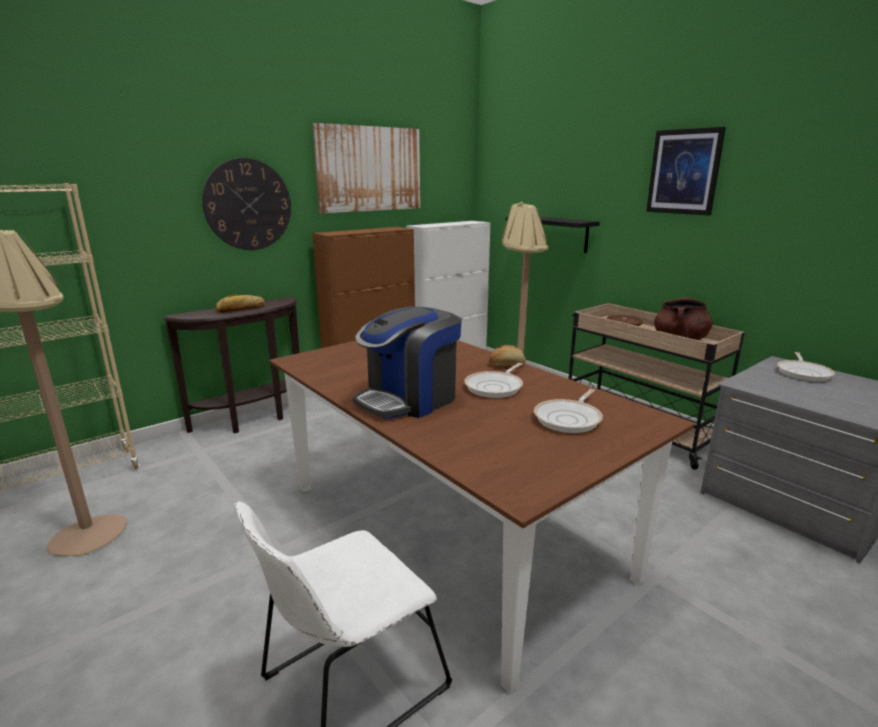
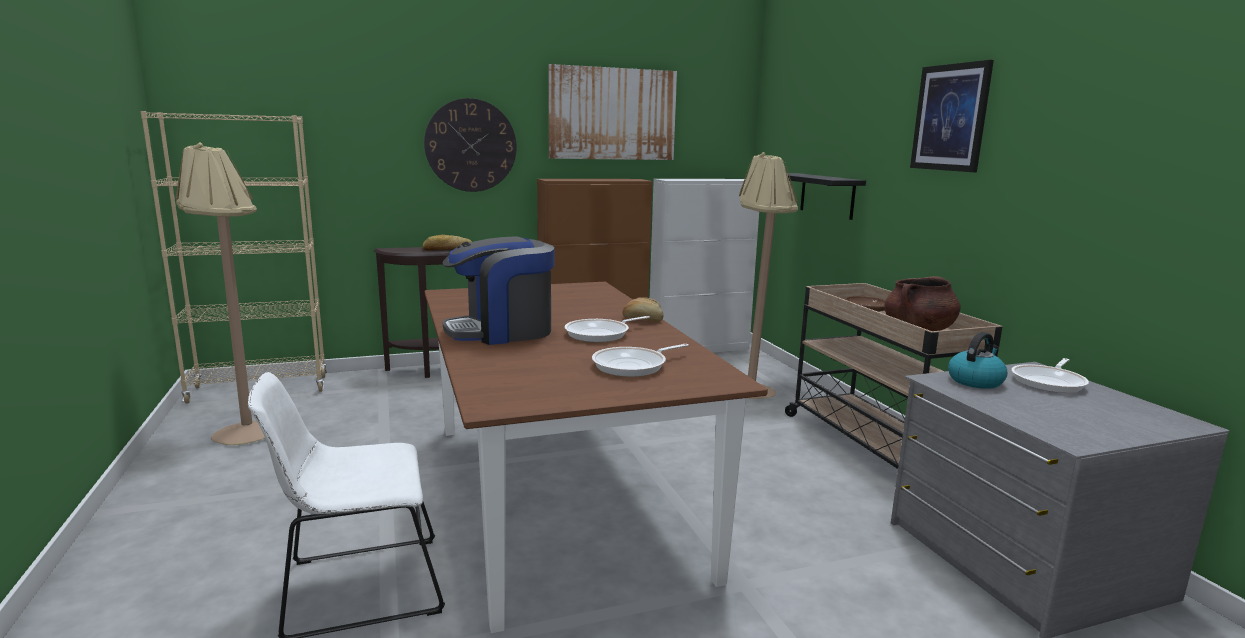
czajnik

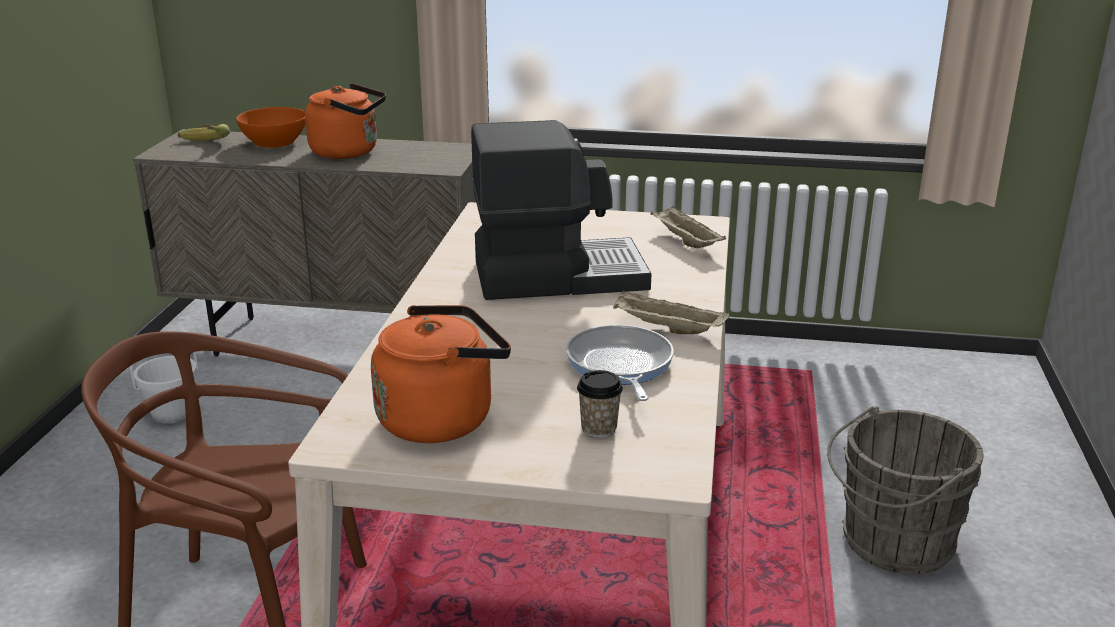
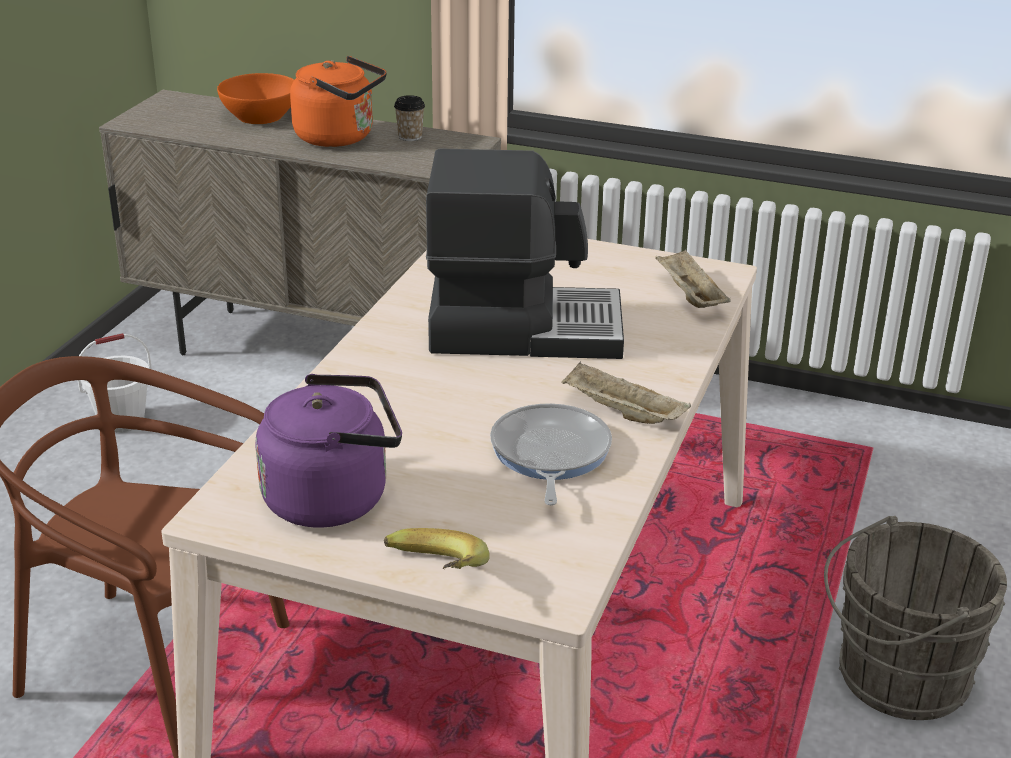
czajnik/fioletowy; banan; filiżanka

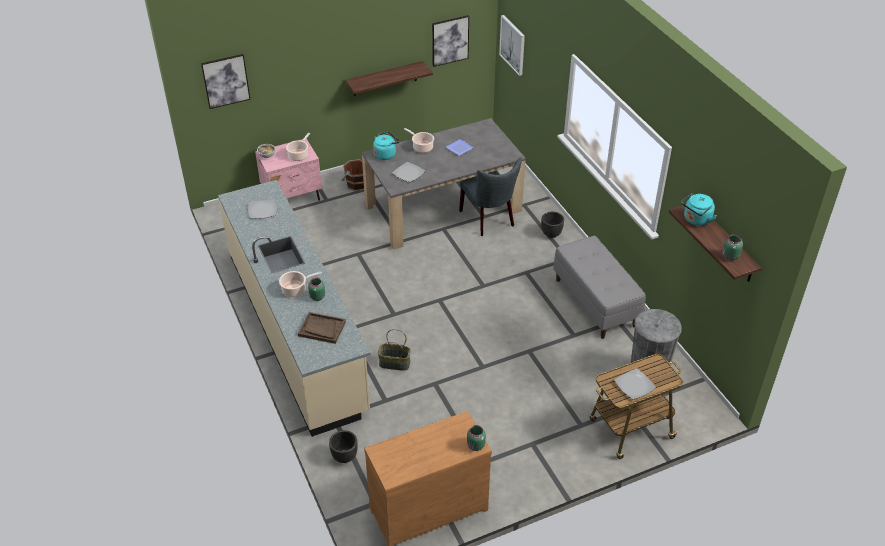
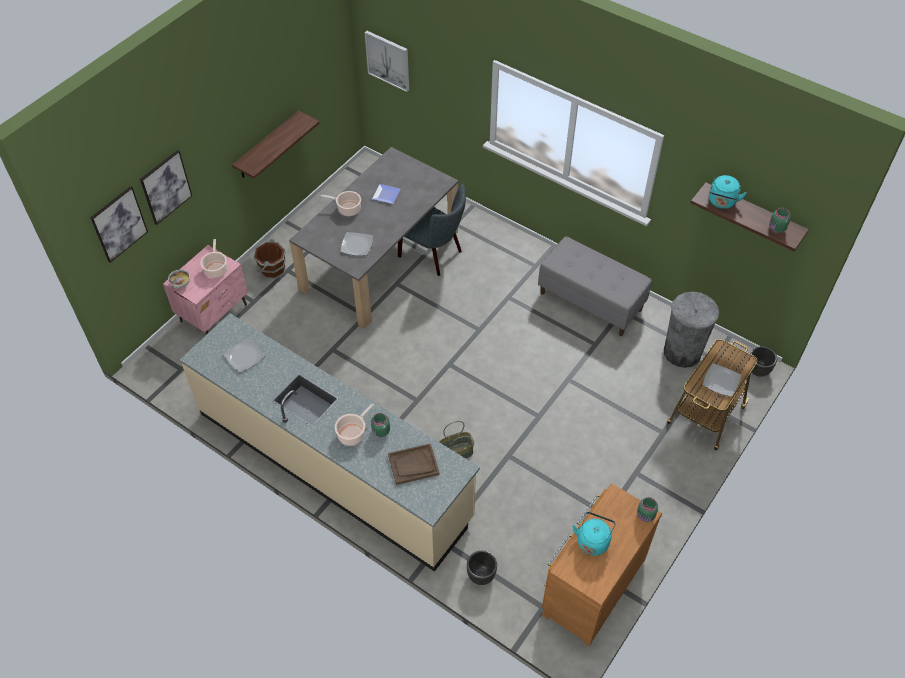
obraz (no. 2 from left); czajnik/turkusowy (no. 1 from left); donica/czarny (no. 2 from left)

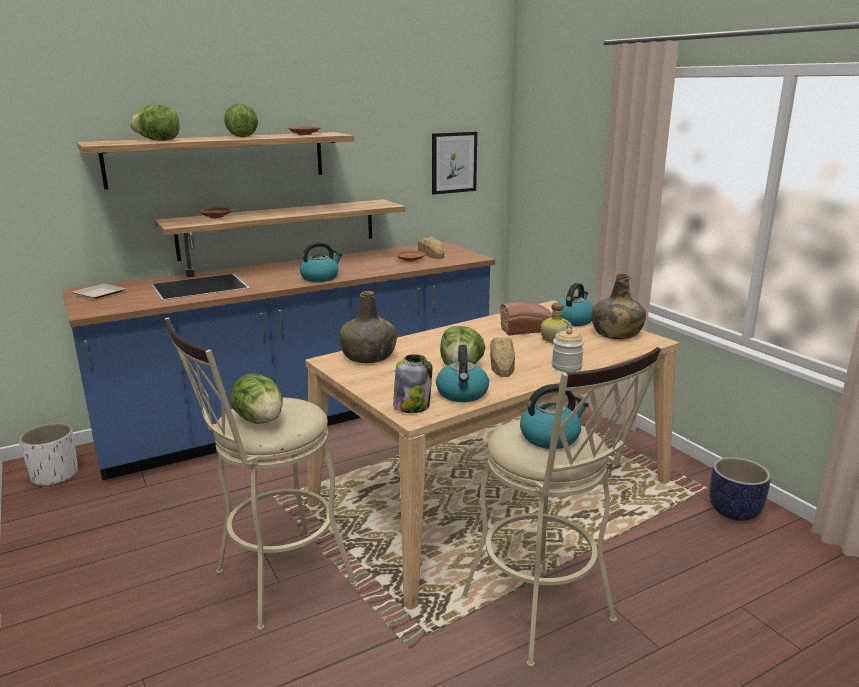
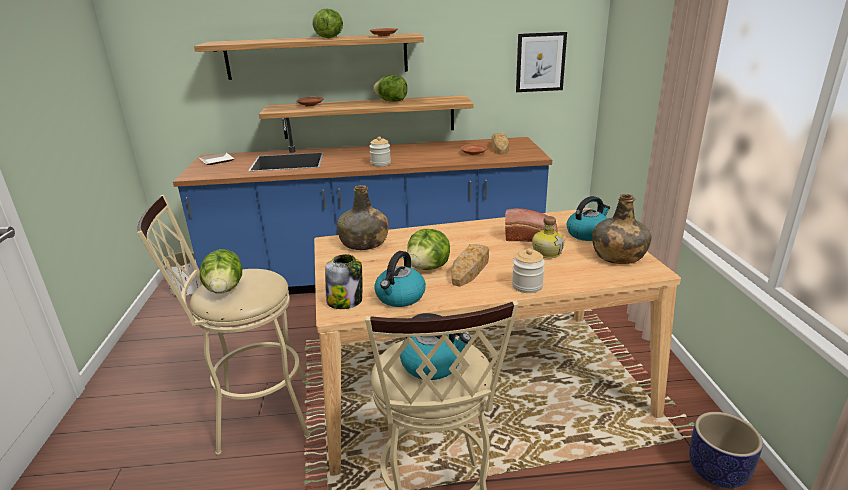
słoik (no. 2 from left); sałata (no. 3 from left)

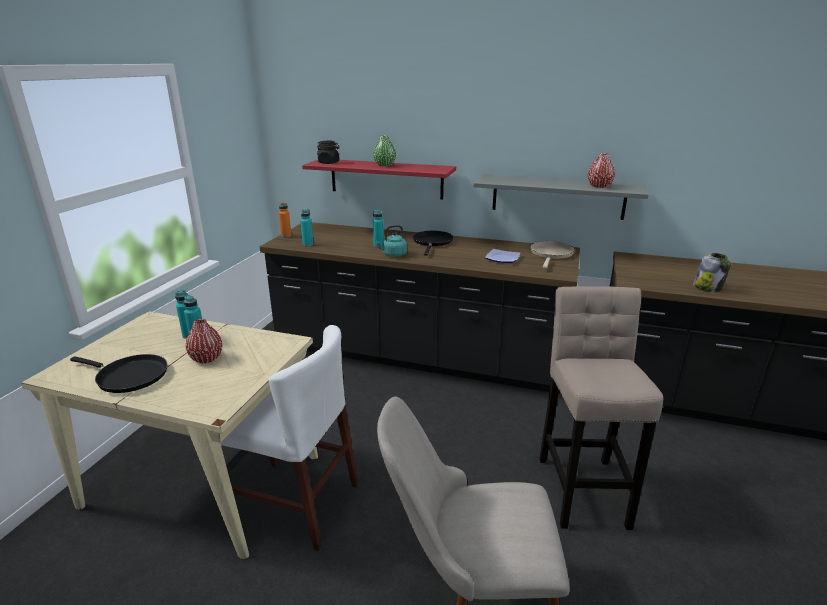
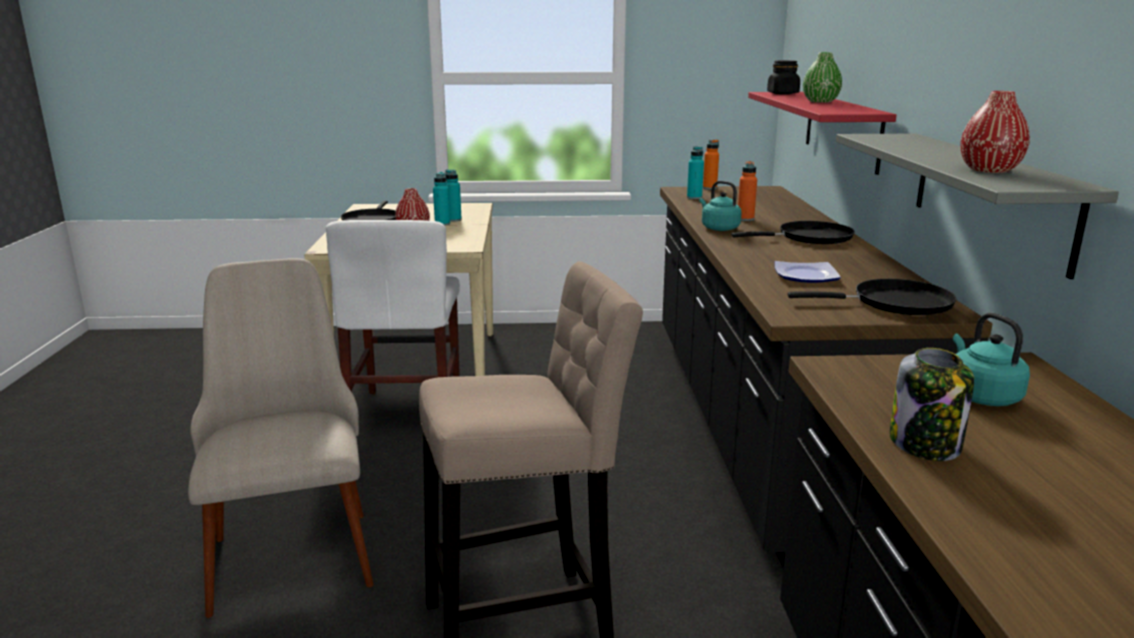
butelka/pomarańczowy (no. 2 from left); patelnia/czarny (no. 3 from left); czajnik/turkusowy (no. 2 from left)

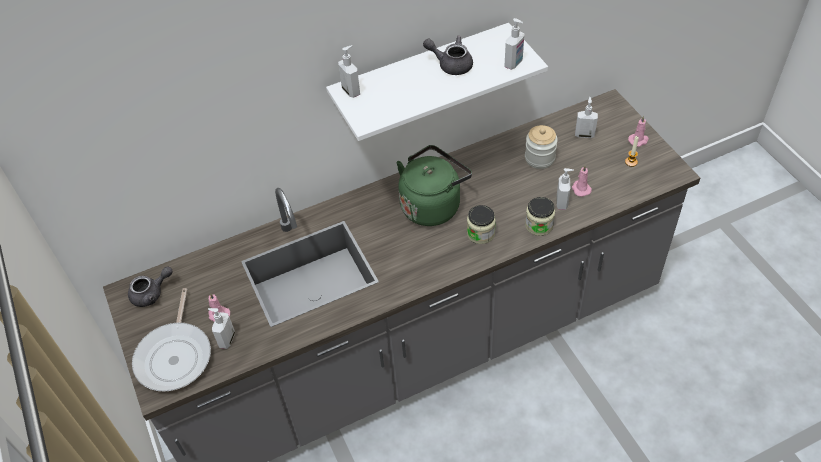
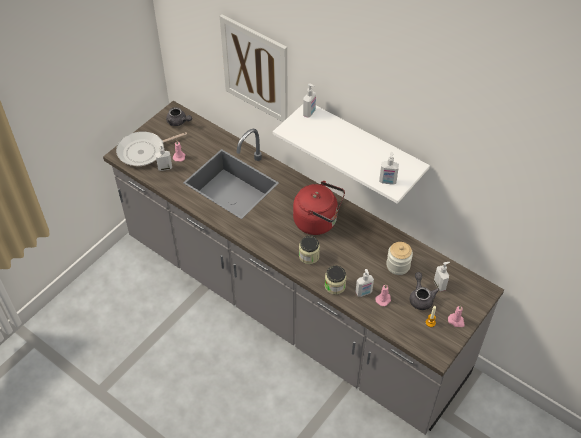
obraz; czajnik/czerwony; imbryk/szary (no. 2 from left)

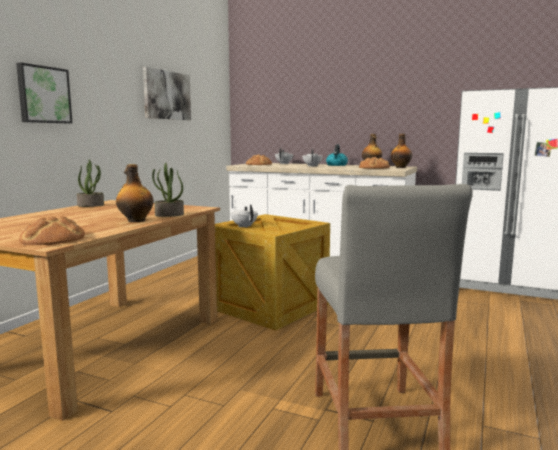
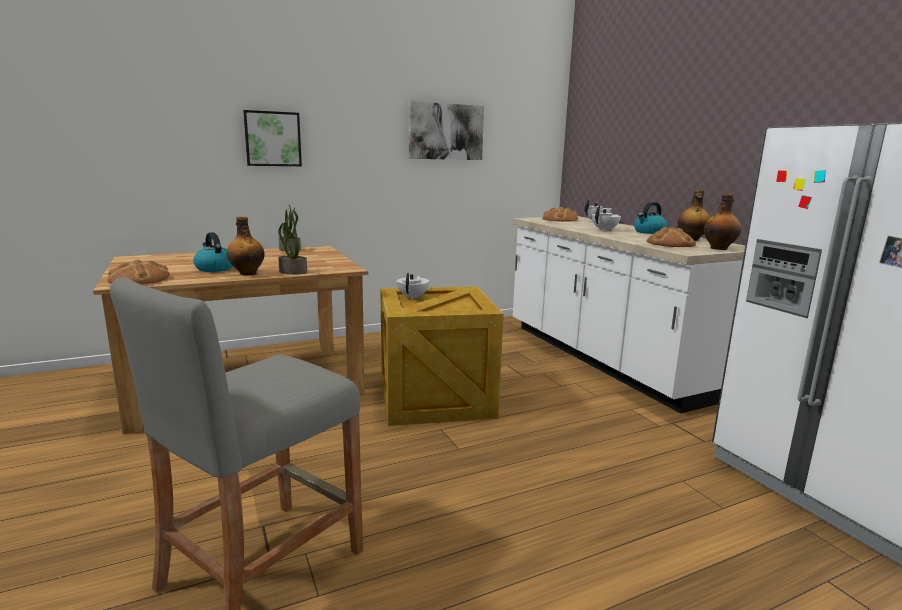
czajnik (no. 1 from left)

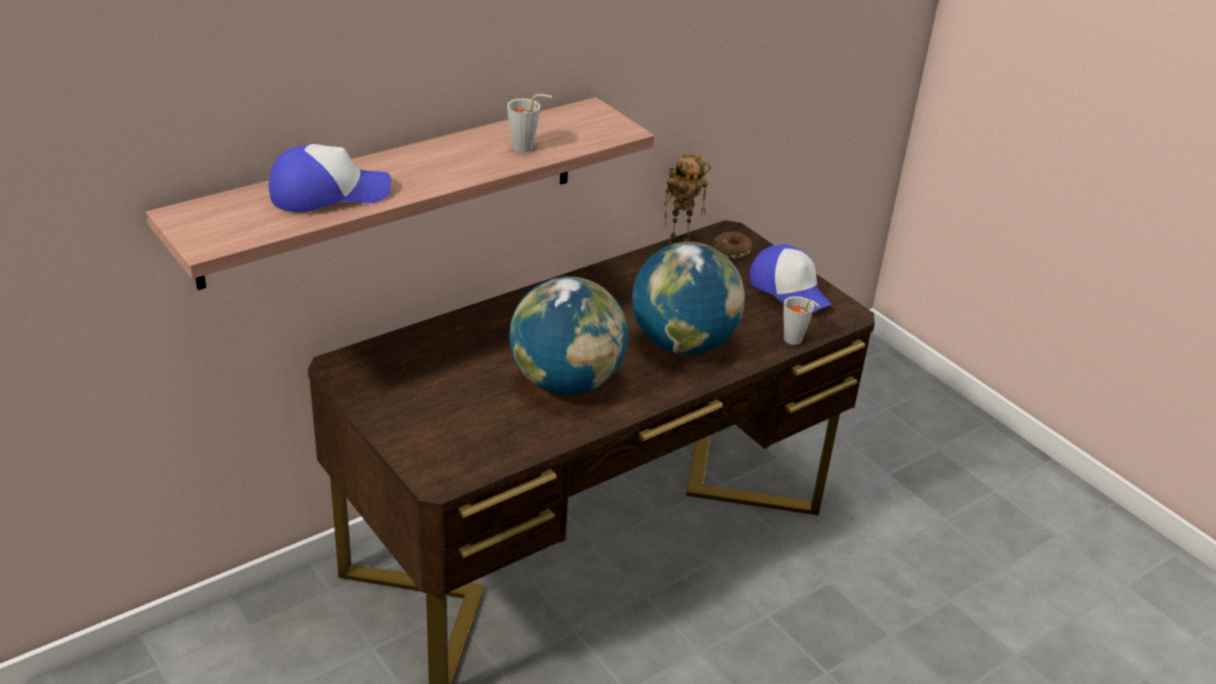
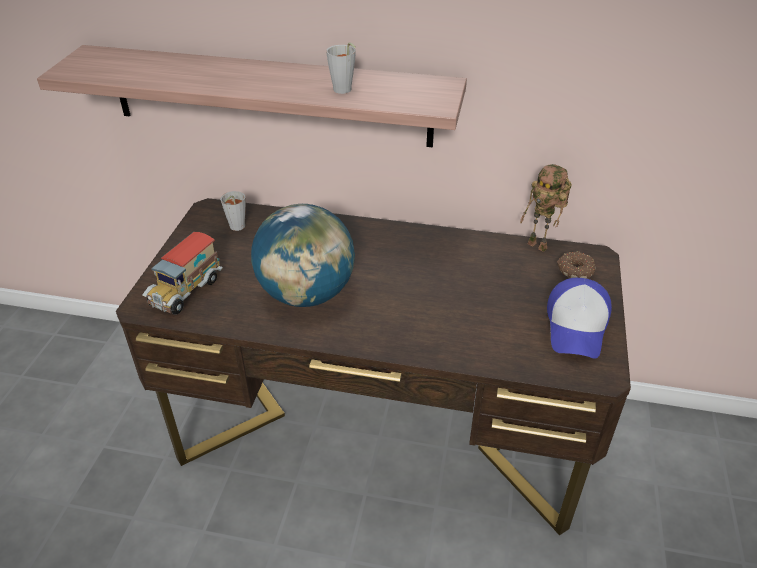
ciężarówka zabawkowa; filiżanka/szary (no. 1 from left); czapka z daszkiem (no. 1 from left in the first image); globus (no. 2 from left in the first image)

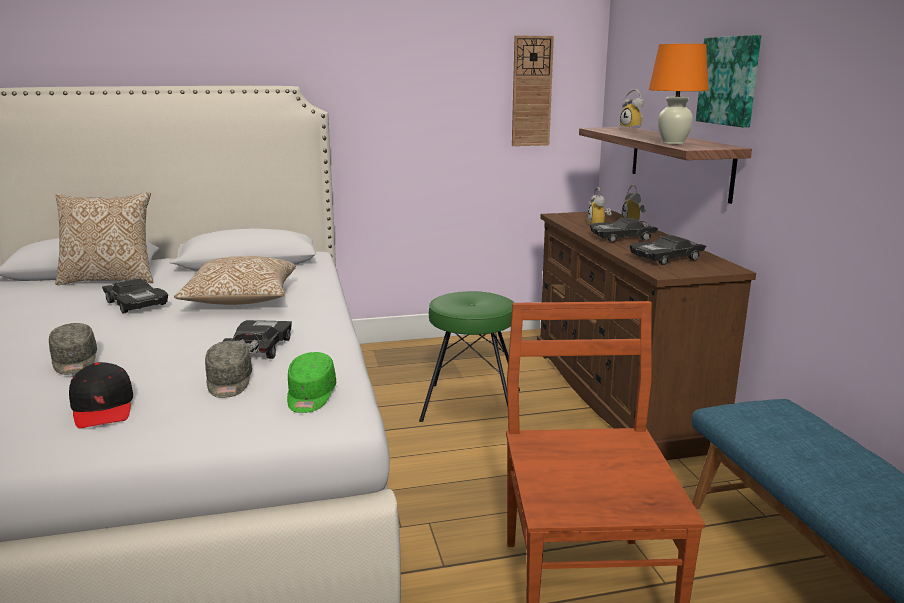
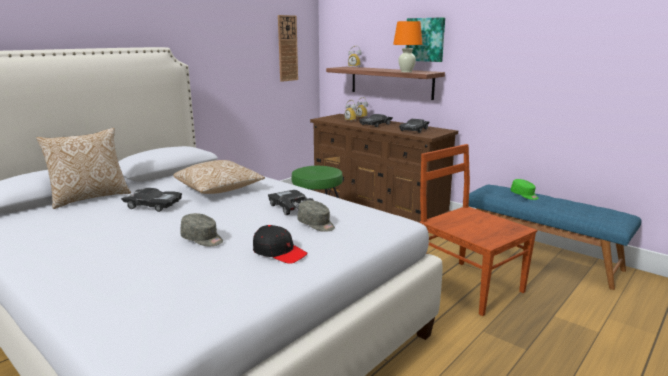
czapka z daszkiem/zielony

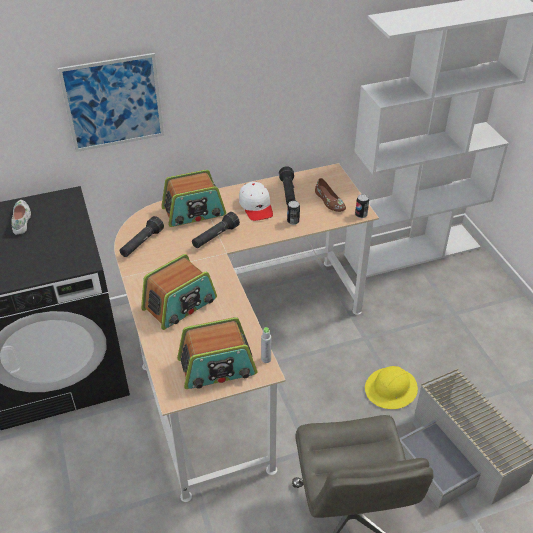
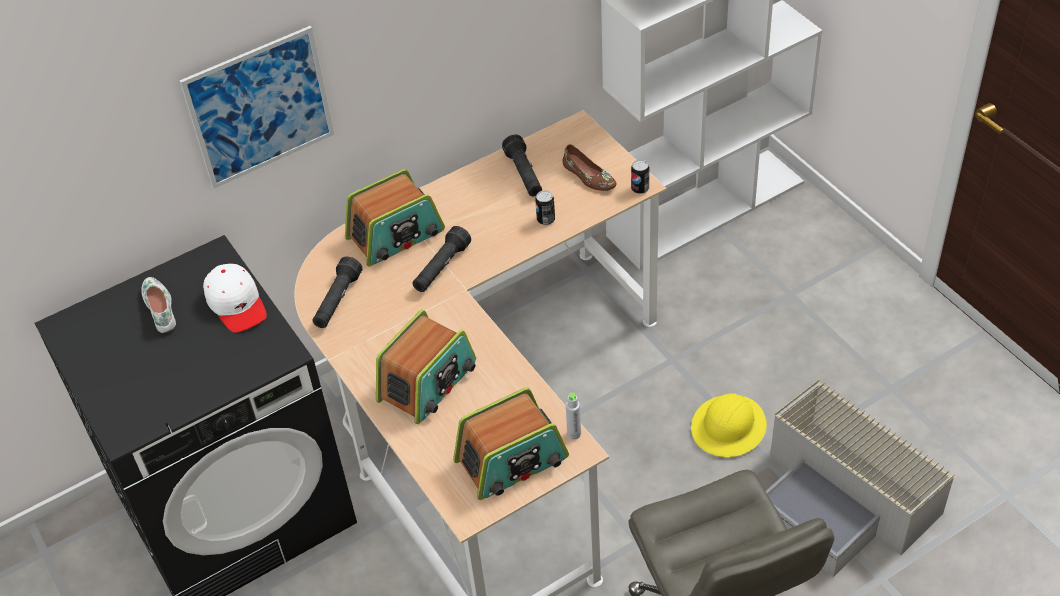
czapka z daszkiem/biały

